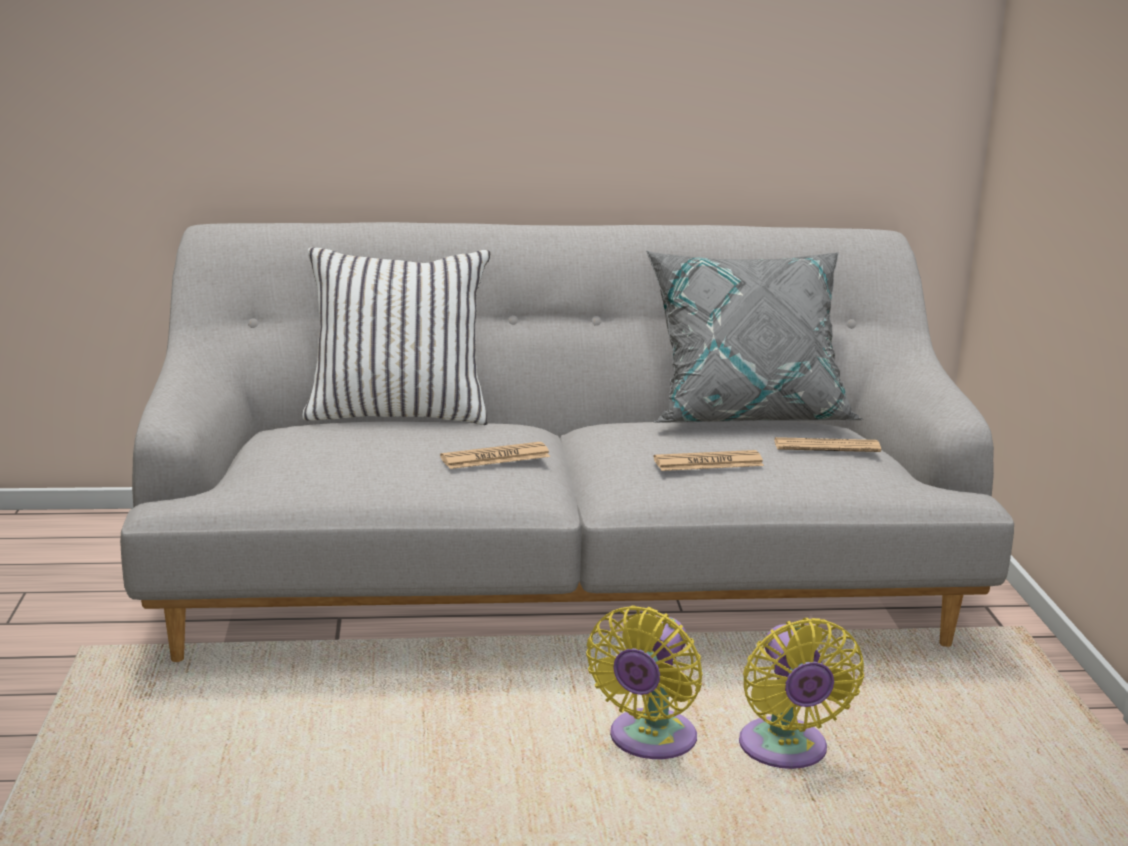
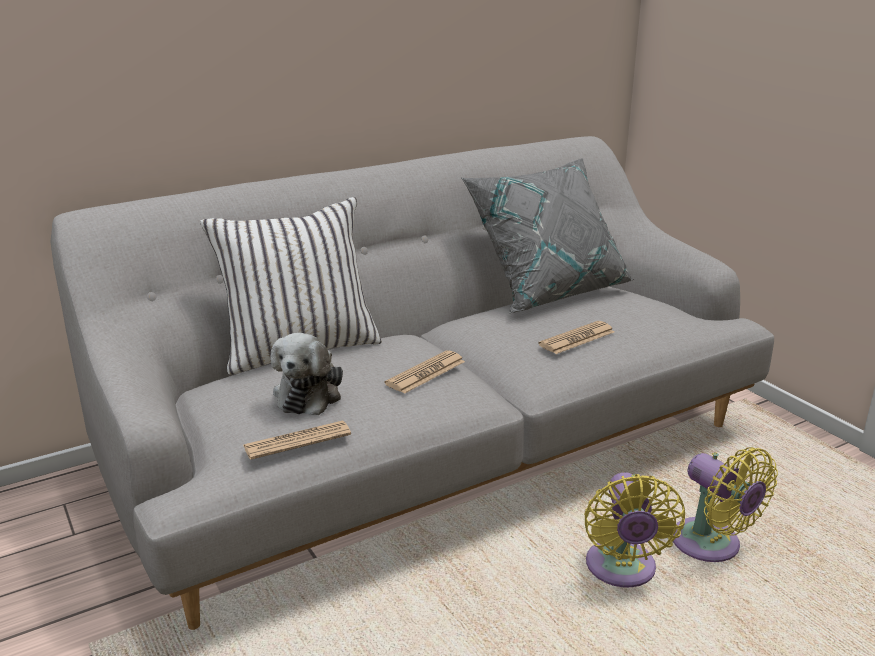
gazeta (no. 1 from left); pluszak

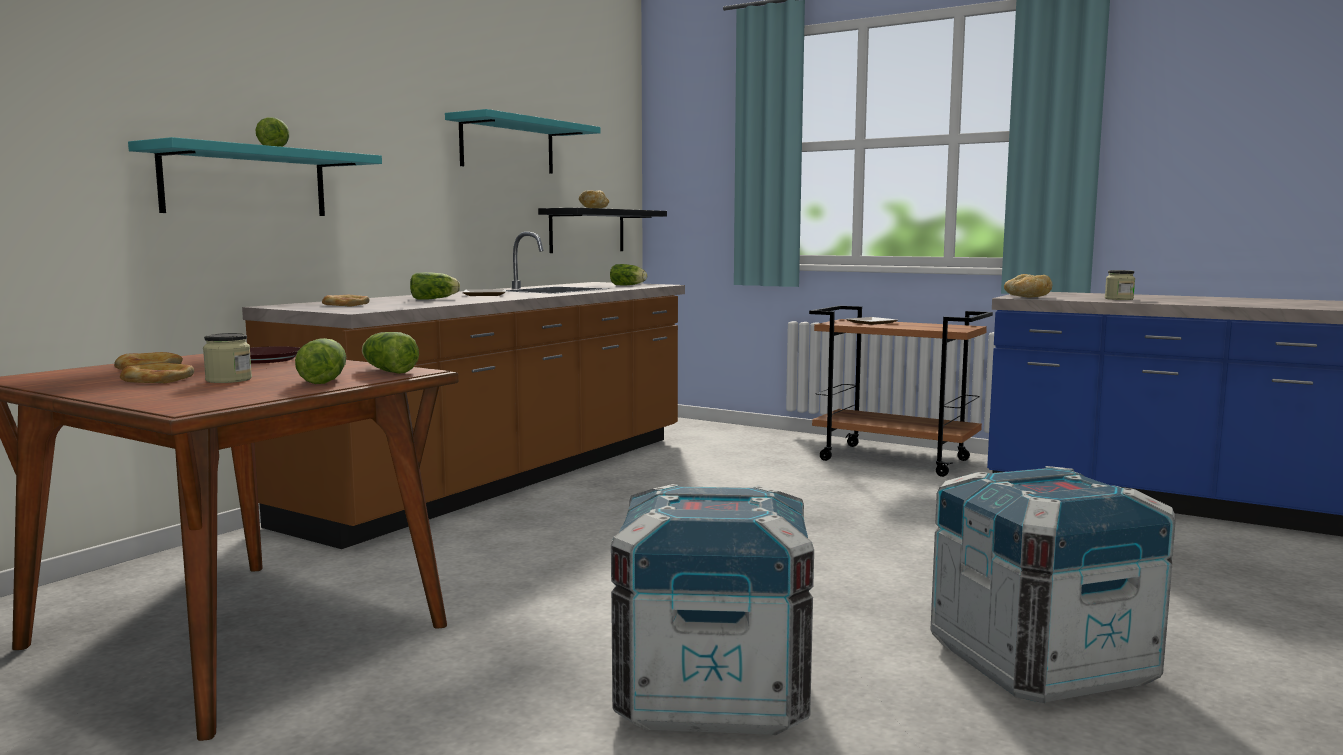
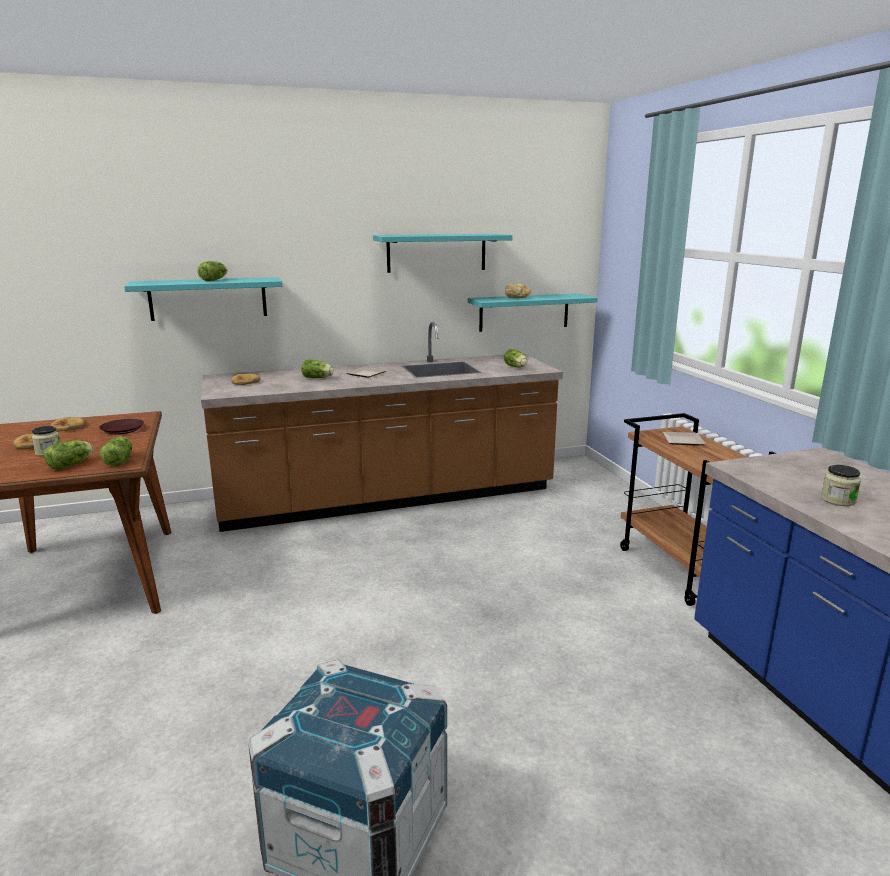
półka/turkusowy (no. 3 from left); skrzynka (no. 1 from left in the first image); chleb (no. 5 from left in the first image)

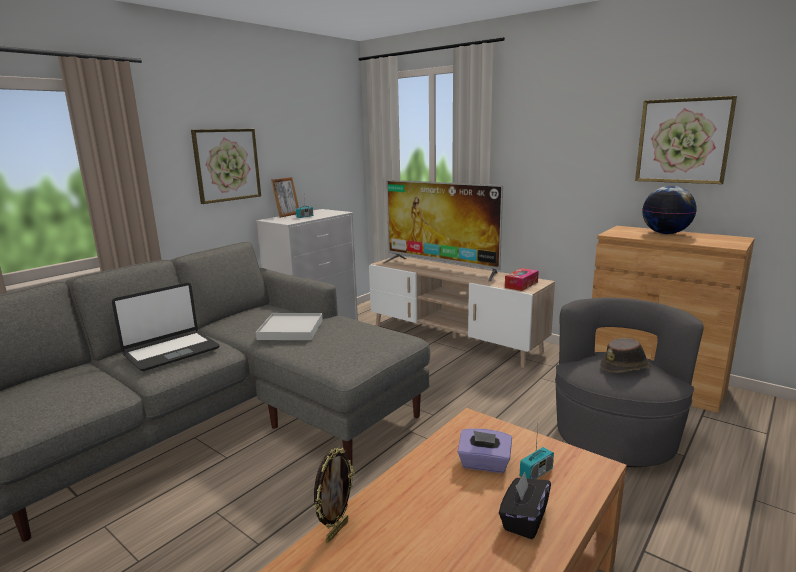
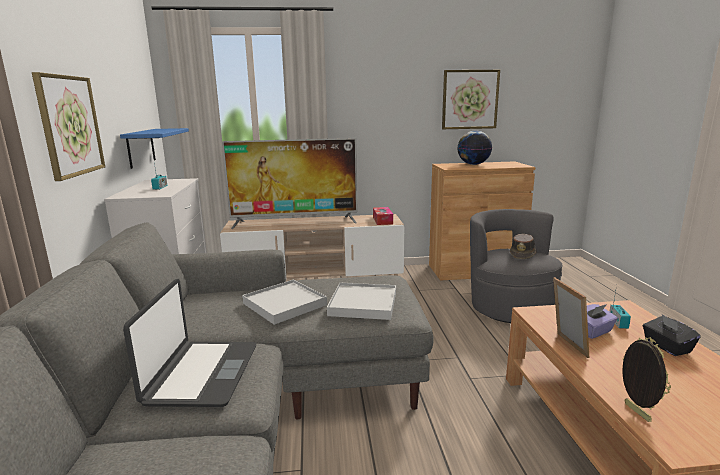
półka/niebieski; taca/biały (no. 2 from left); ramka na zdjęcie (no. 1 from left)

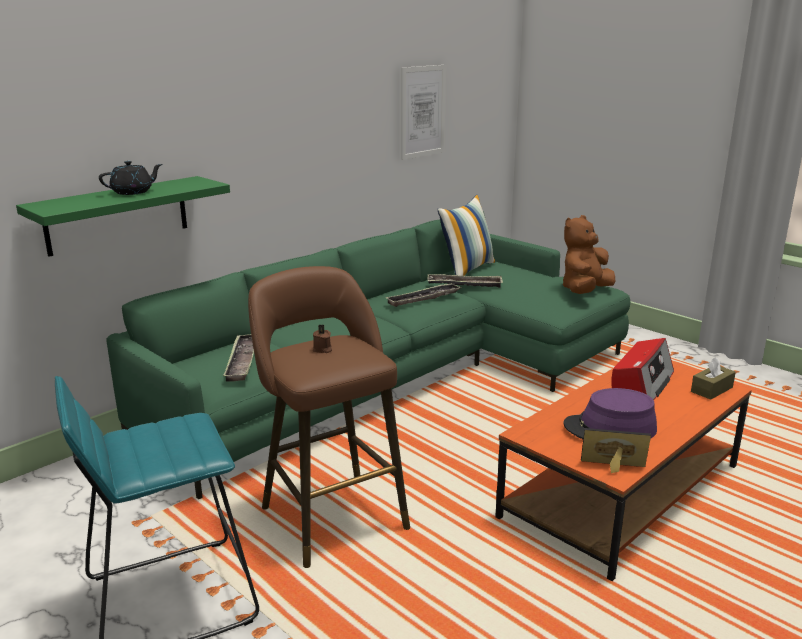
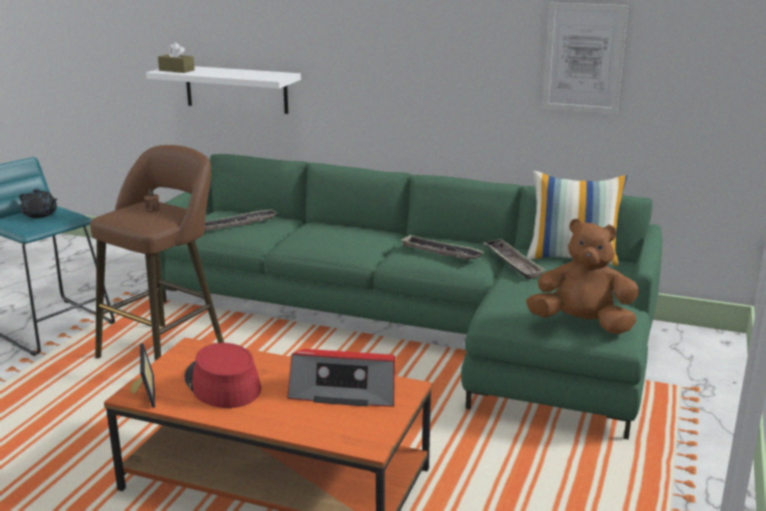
imbryk/czarny; półka/biały; pudełko chusteczek/brązowy; kapelusz/czerwony

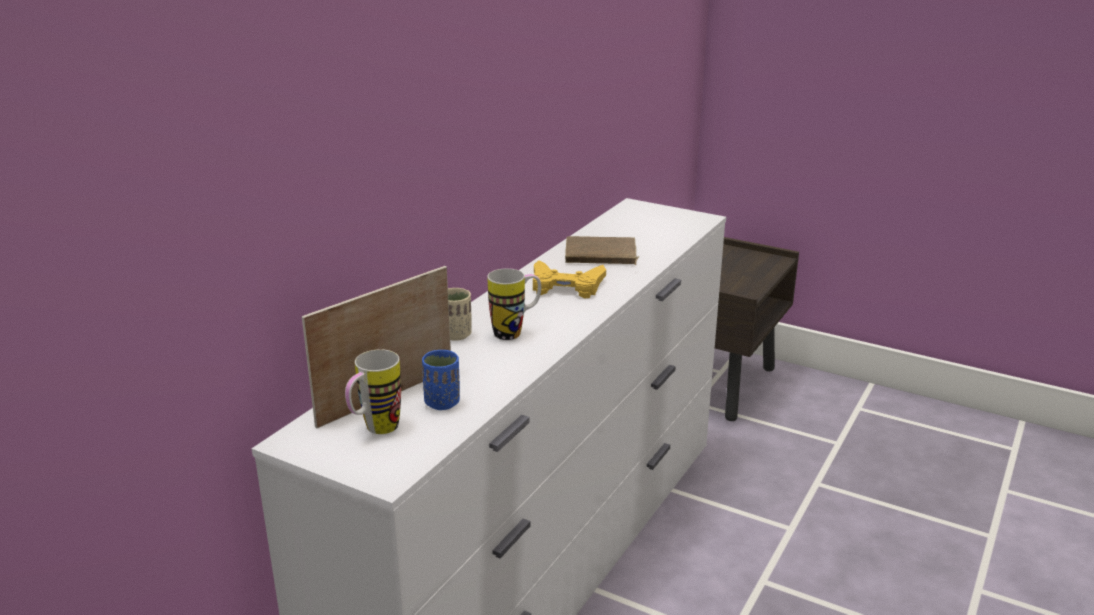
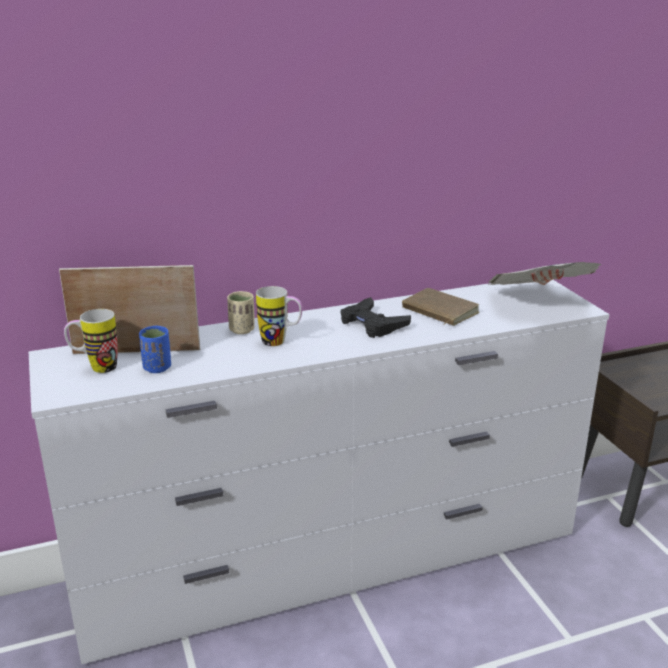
pad do gier/czarny; gazeta

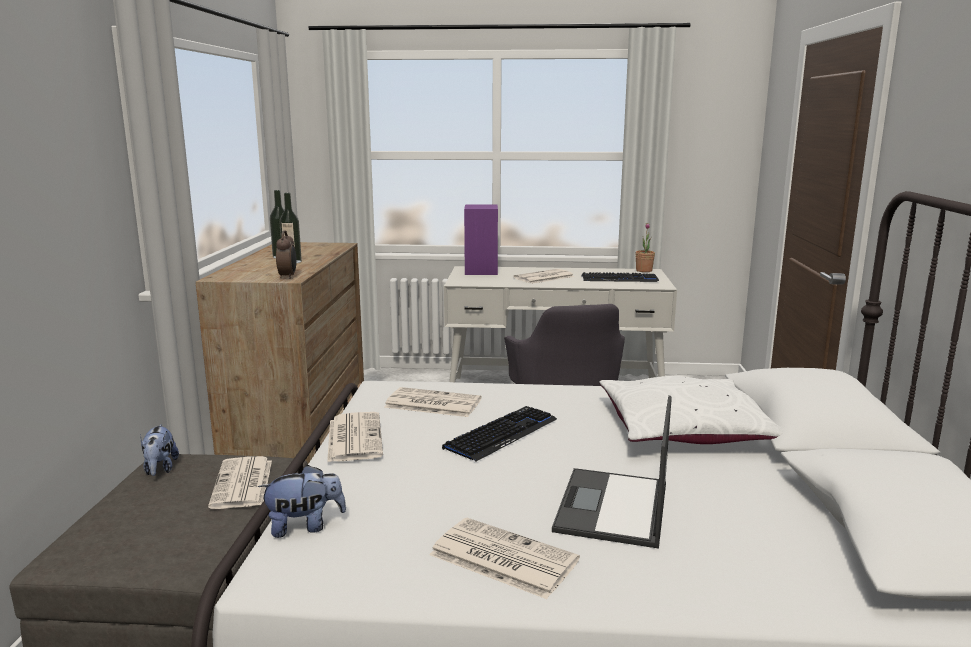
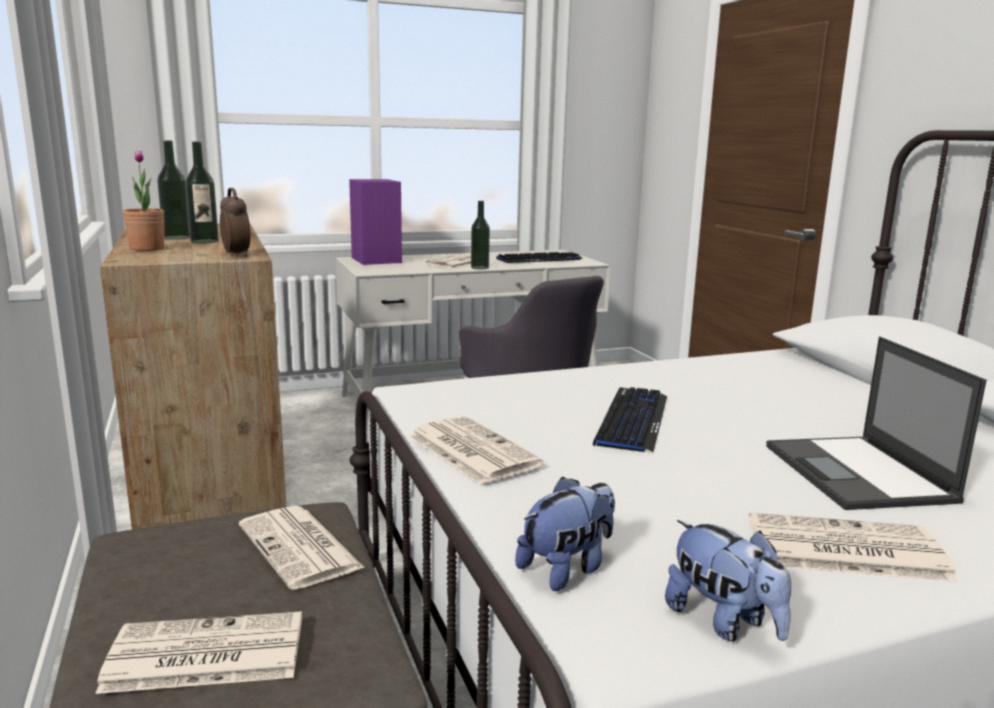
gazeta (no. 1 from left); roślina doniczkowa; butelka (no. 3 from left); pluszak (no. 2 from left); poduszka/biały

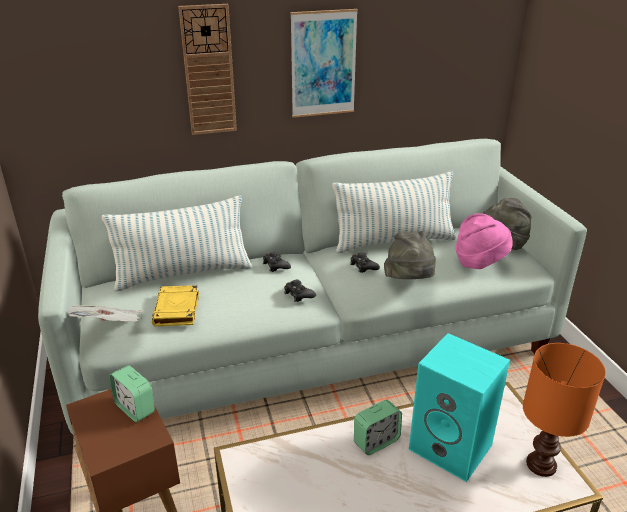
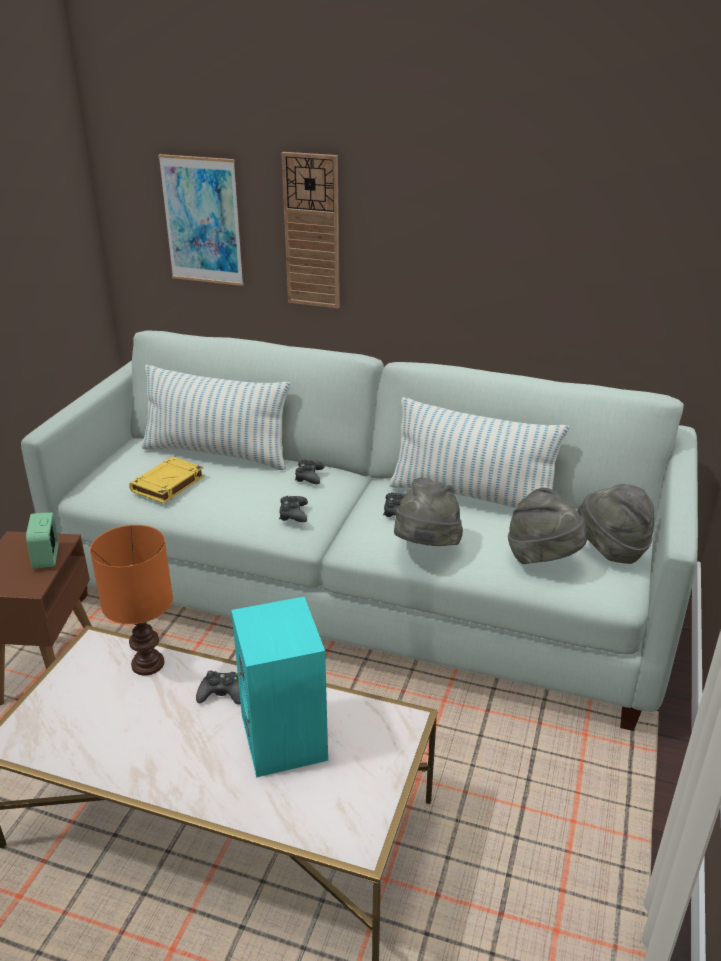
lampa stołowa/pomarańczowy; obraz; pad do gier/czarny (no. 1 from left); kapelusz/szary (no. 2 from left); gazeta

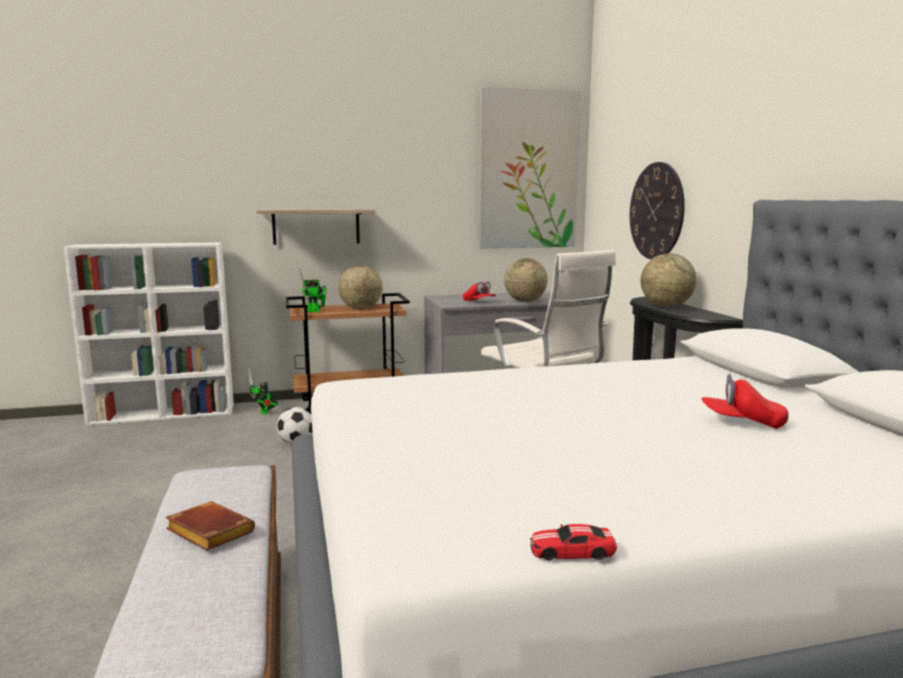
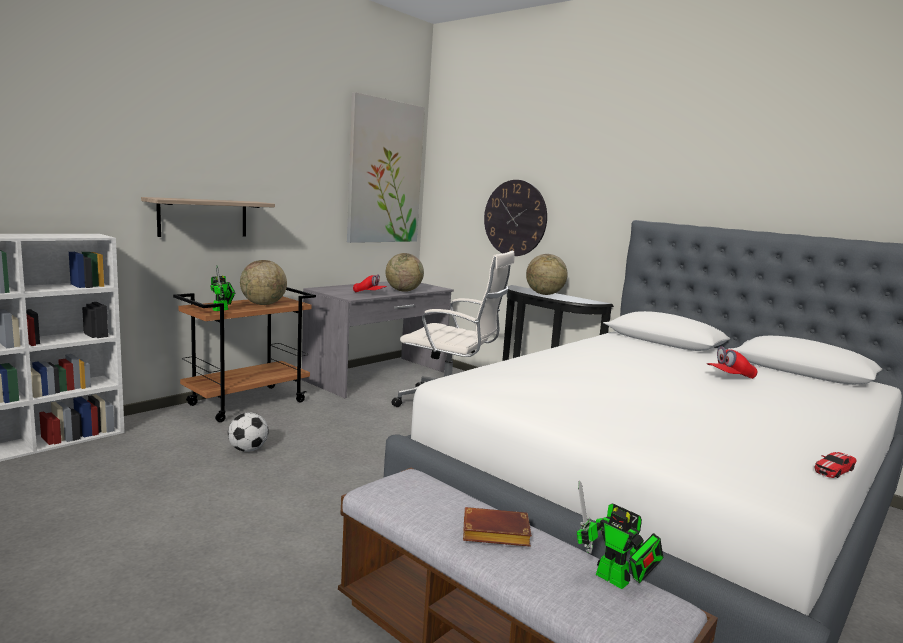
robot zabawkowy (no. 2 from left)

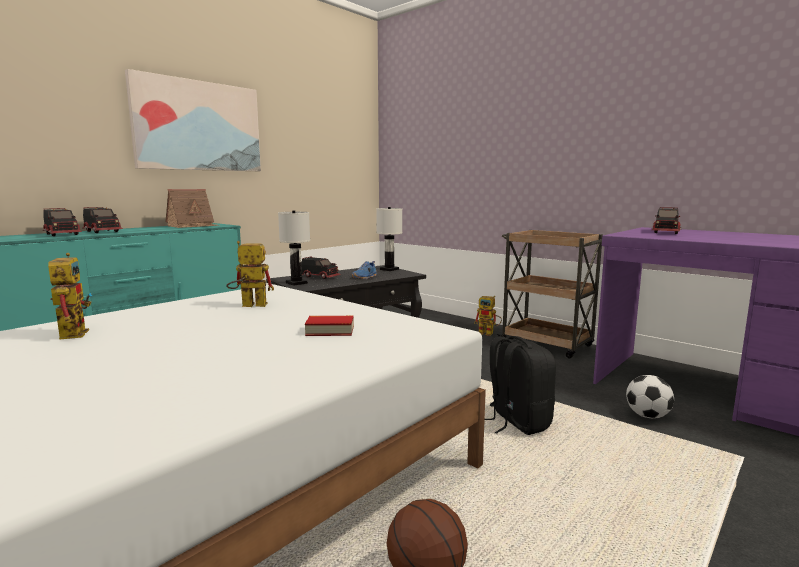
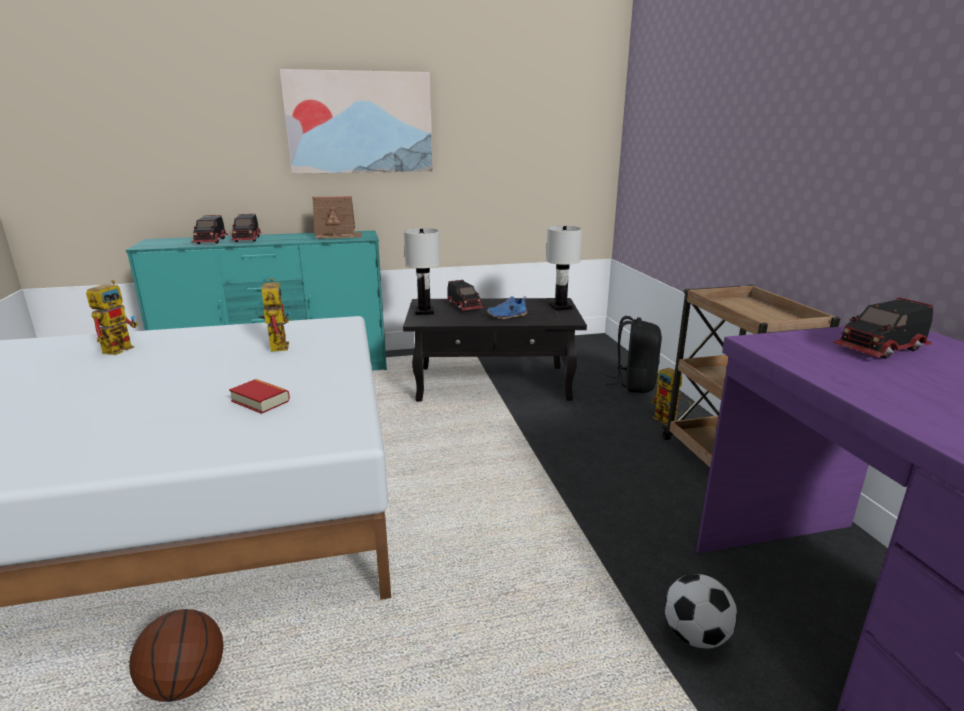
robot zabawkowy (no. 2 from left); plecak/czarny

